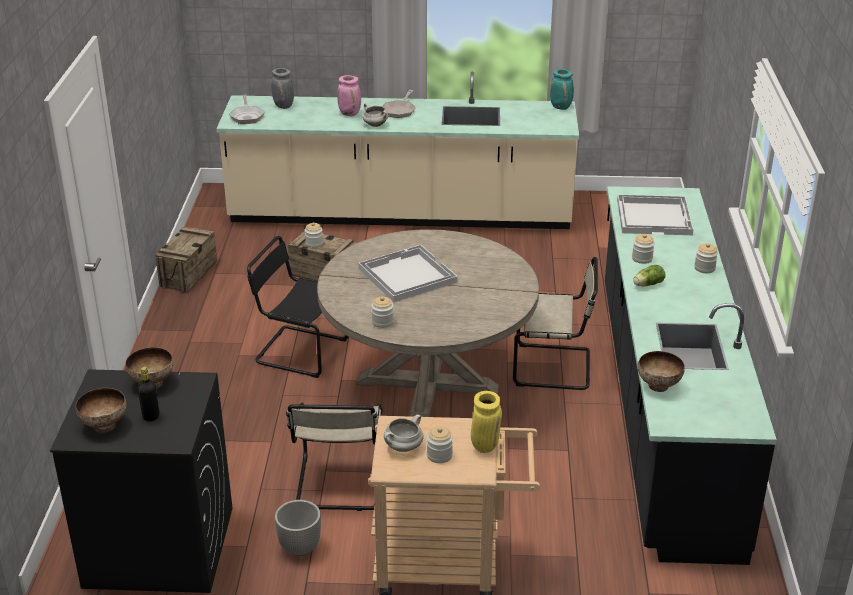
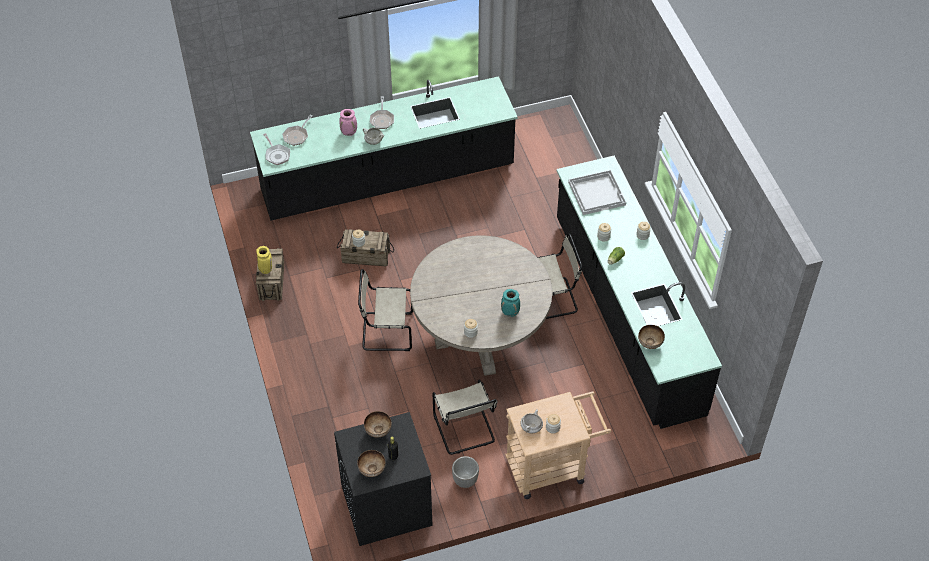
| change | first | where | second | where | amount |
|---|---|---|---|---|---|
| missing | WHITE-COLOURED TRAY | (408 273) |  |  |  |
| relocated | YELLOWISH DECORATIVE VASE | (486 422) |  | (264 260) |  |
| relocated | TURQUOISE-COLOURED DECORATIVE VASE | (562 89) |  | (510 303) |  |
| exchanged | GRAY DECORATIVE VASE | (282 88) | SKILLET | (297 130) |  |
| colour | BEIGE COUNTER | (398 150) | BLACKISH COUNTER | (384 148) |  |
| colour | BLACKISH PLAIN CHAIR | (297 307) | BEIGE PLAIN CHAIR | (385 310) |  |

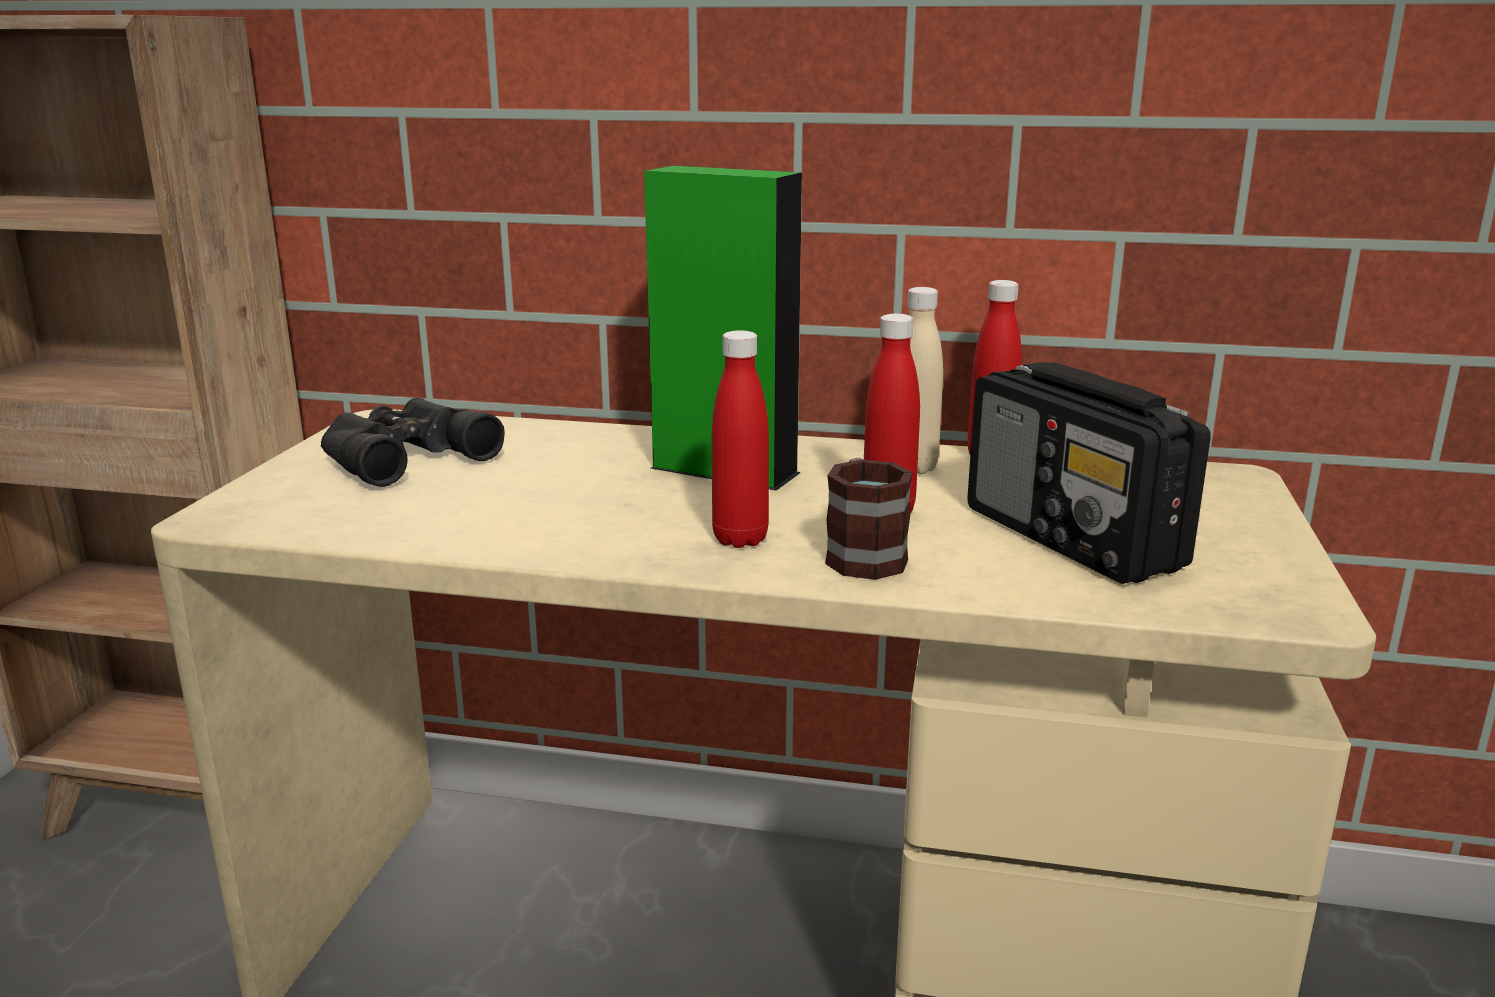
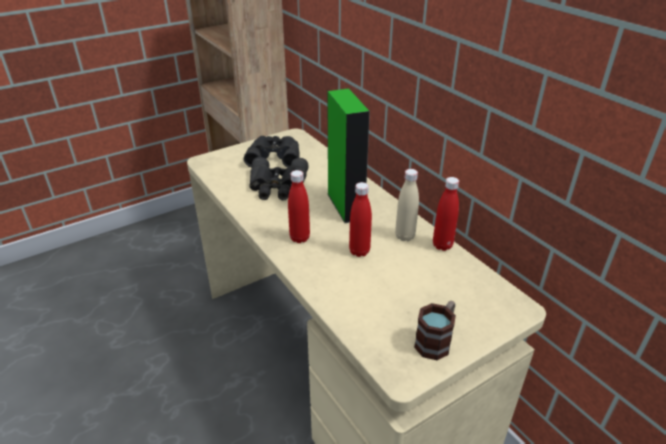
| change | first | where | second | where | amount |
|---|---|---|---|---|---|
| missing | RADIO SET | (1089 473) |  |  |  |
| appeared |  |  | BLACKISH FIELD GLASSES | (278 178) |  |
| relocated | TEA MUG | (869 519) |  | (435 330) |  |

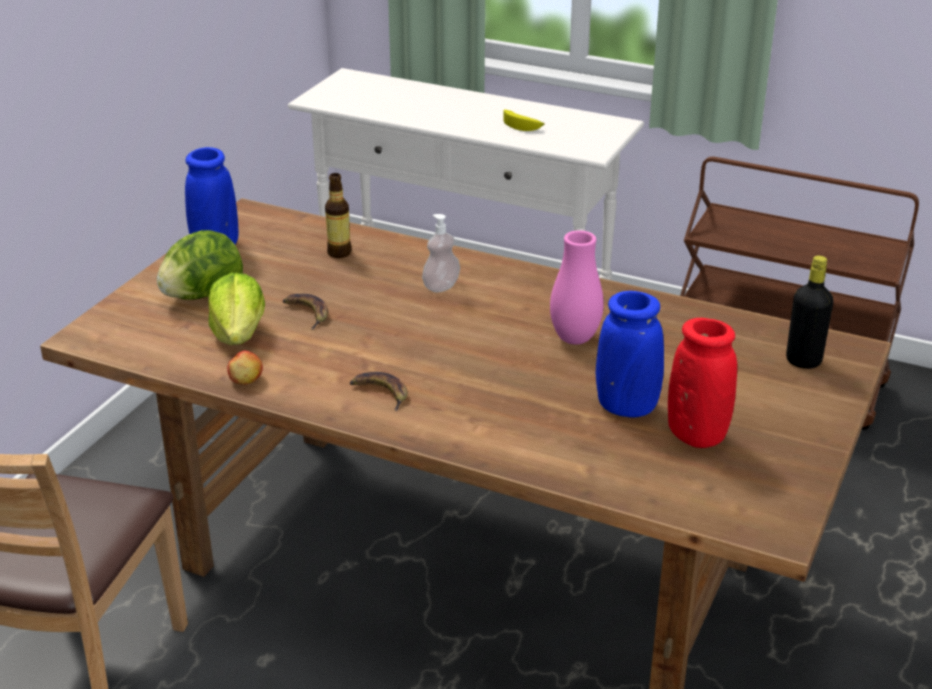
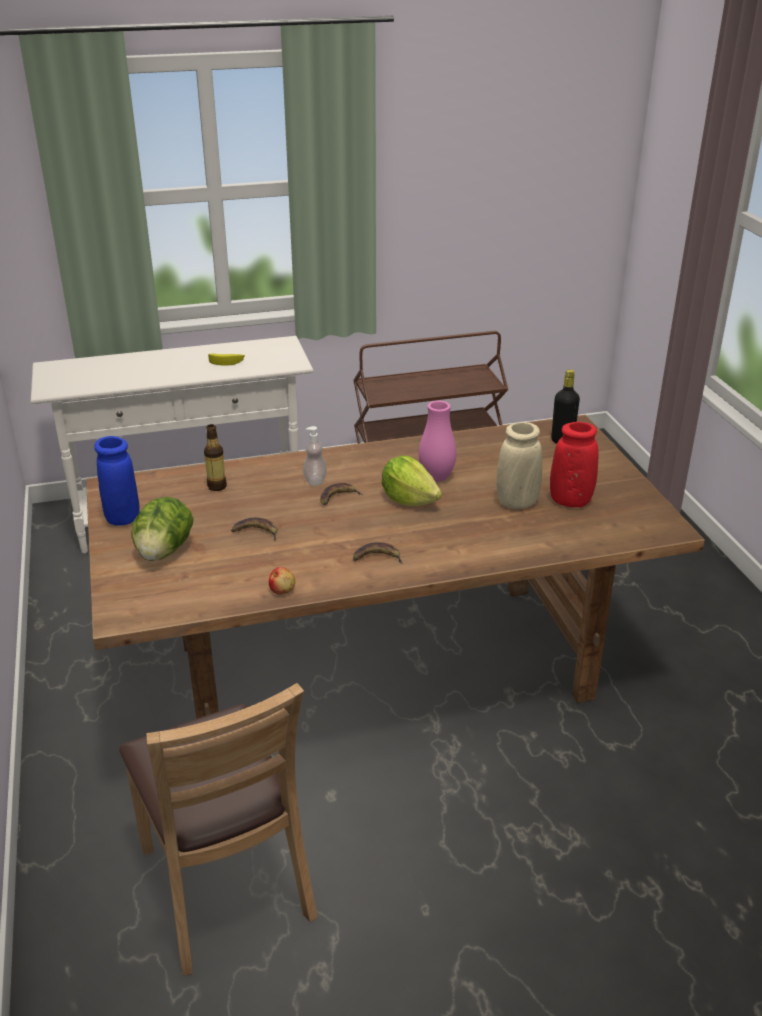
| change | first | where | second | where | amount |
|---|---|---|---|---|---|
| appeared |  |  | BANANA | (341 494) |  |
| relocated | LETTUCE HEAD | (236 309) |  | (412 480) |  |
| colour | BLUE DECORATIVE VASE | (630 354) | BEIGE DECORATIVE VASE | (519 465) |  |

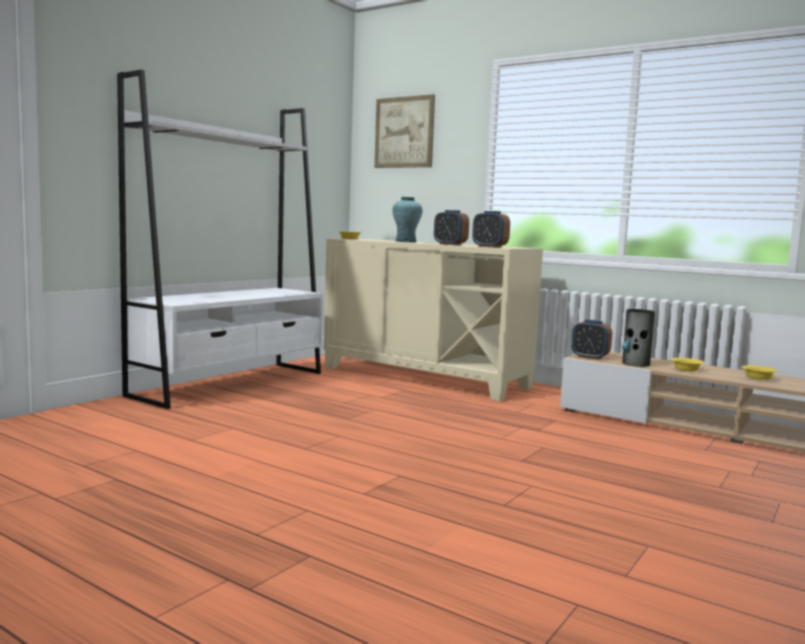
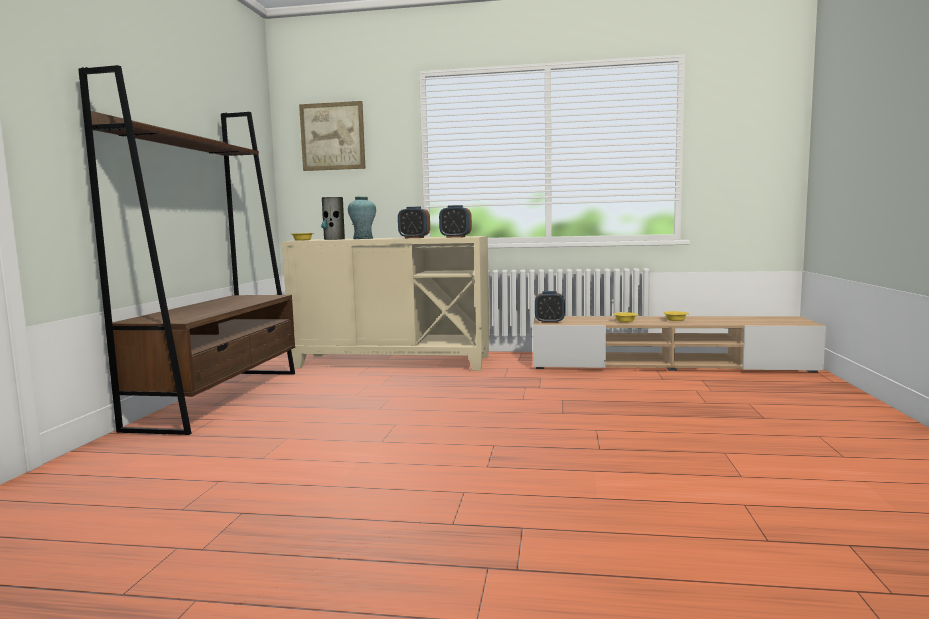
| change | first | where | second | where | amount |
|---|---|---|---|---|---|
| relocated | DECORATIVE VASE | (638 338) |  | (333 218) |  |
| colour | WHITE-COLOURED BOOKCASE | (220 239) | BROWNISH BOOKCASE | (186 250) |  |

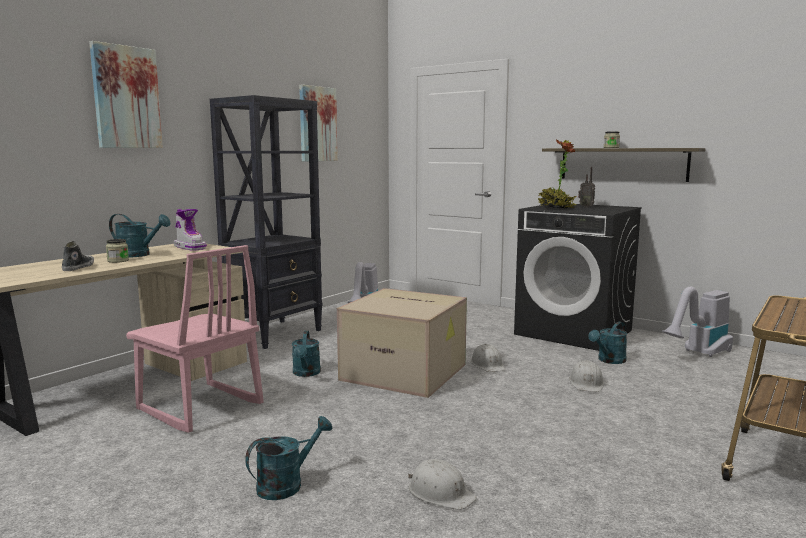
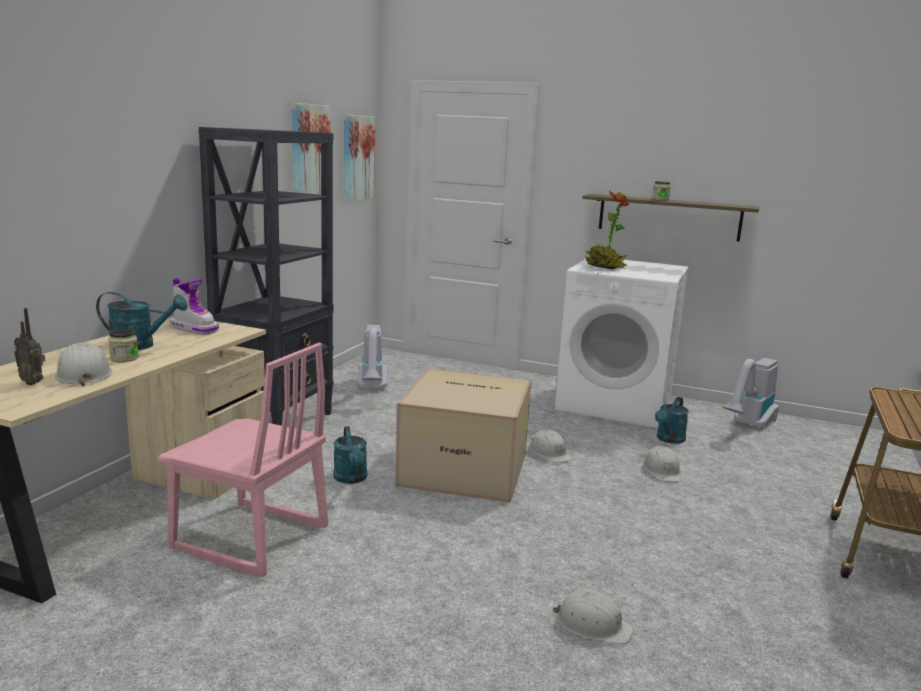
| change | first | where | second | where | amount |
|---|---|---|---|---|---|
| missing | TURQUOISE-COLOURED WATERING CAN | (288 458) |  |  |  |
| relocated | WALL PICTURE | (126 94) |  | (359 158) |  |
| relocated | RADIO SET | (586 187) |  | (29 346) |  |
| exchanged | ITEM OF FOOTWEAR | (78 256) | WHITE-COLOURED SAFETY HELMET | (83 364) |  |
| colour | BLACKISH WASHING MACHINE | (578 277) | WHITE-COLOURED WASHING MACHINE | (622 342) |  |

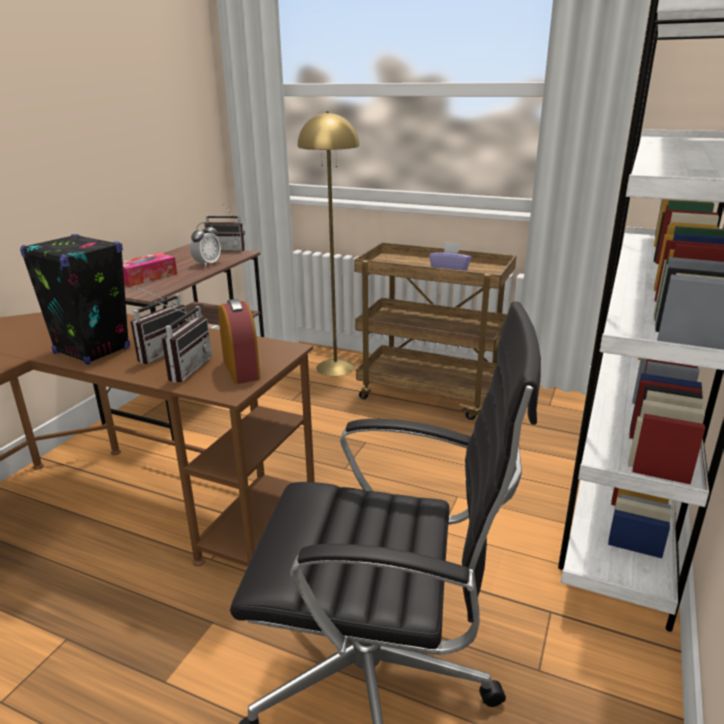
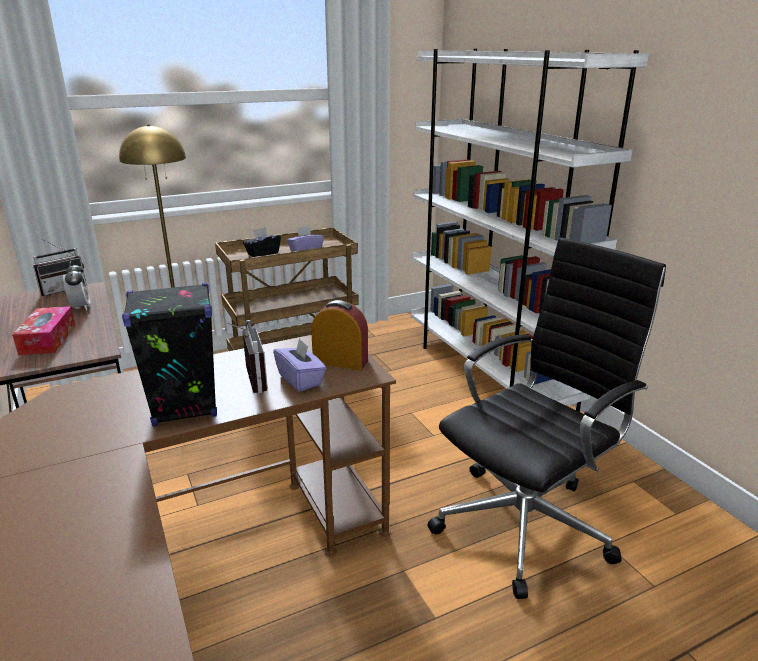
| change | first | where | second | where | amount |
|---|---|---|---|---|---|
| appeared |  |  | BLACKISH TISSUE BOX | (262 242) |  |
| exchanged | RADIO SET | (183 342) | PURPLE-COLOURED TISSUE BOX | (299 365) |  |

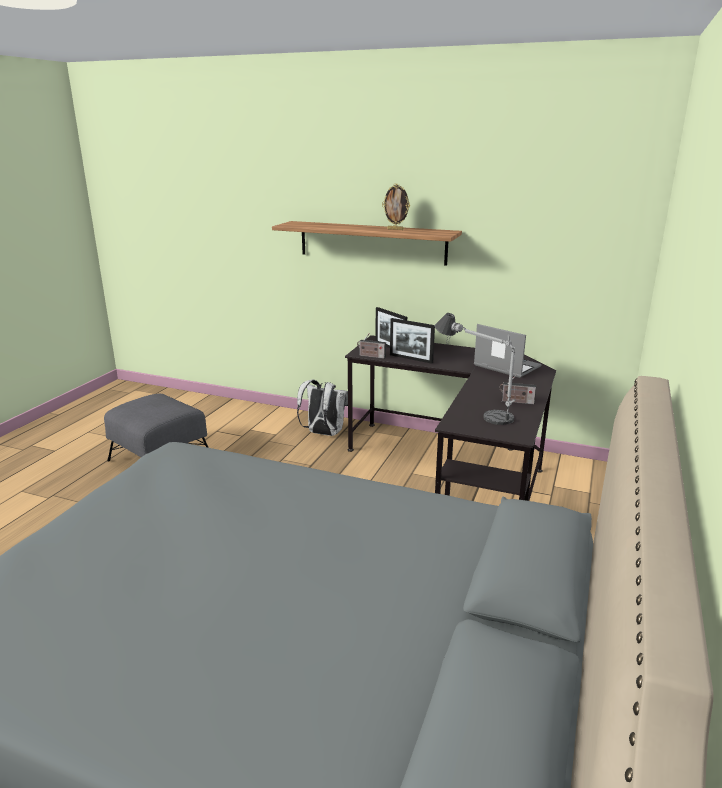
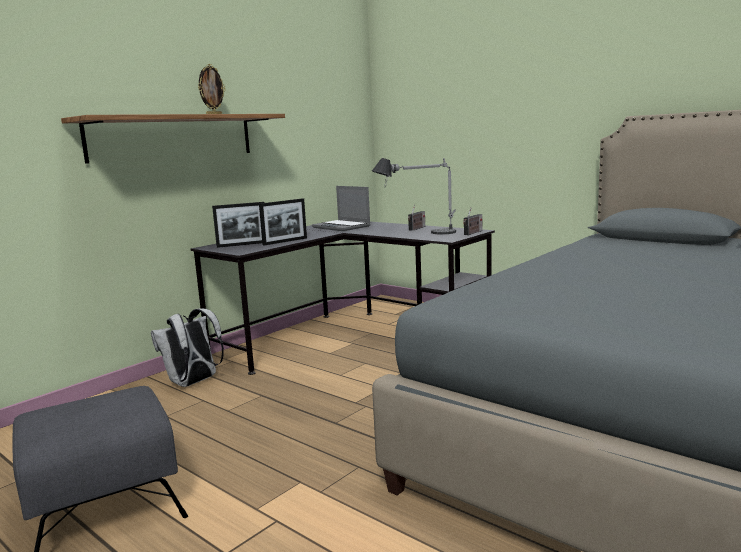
| change | first | where | second | where | amount |
|---|---|---|---|---|---|
| relocated | RADIO SET | (371 346) |  | (472 221) |  |
| spun | PORTABLE COMPUTER | (507 351) |  | (341 208) | 105 degrees counterclockwise |

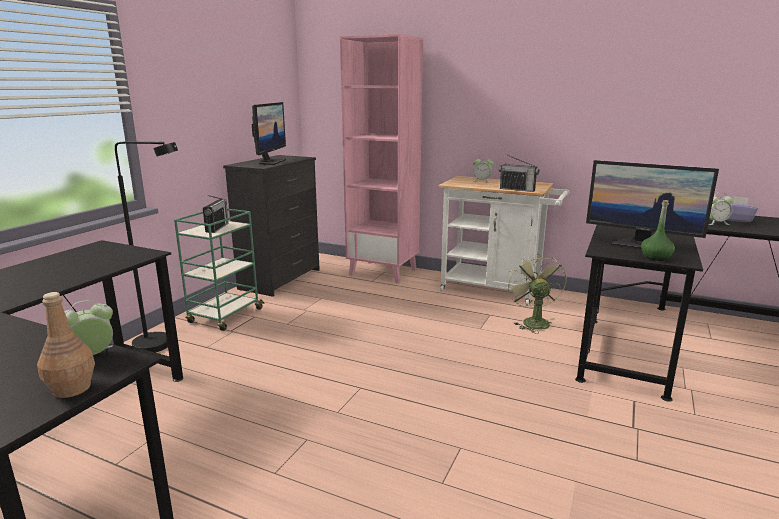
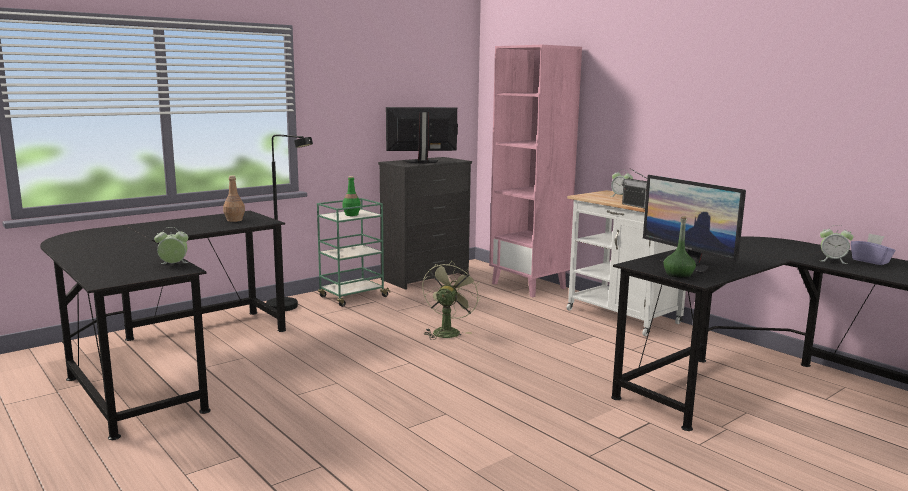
| change | first | where | second | where | amount |
|---|---|---|---|---|---|
| relocated | BROWNISH DRINK BOTTLE | (66 345) |  | (234 199) |  |
| relocated | GREENISH COOLING FAN | (537 293) |  | (451 300) |  |
| exchanged | RADIO SET | (216 214) | GREENISH DRINK BOTTLE | (351 196) |  |
| spun | COMPUTER SCREEN | (269 133) |  | (422 135) | 135 degrees counterclockwise |

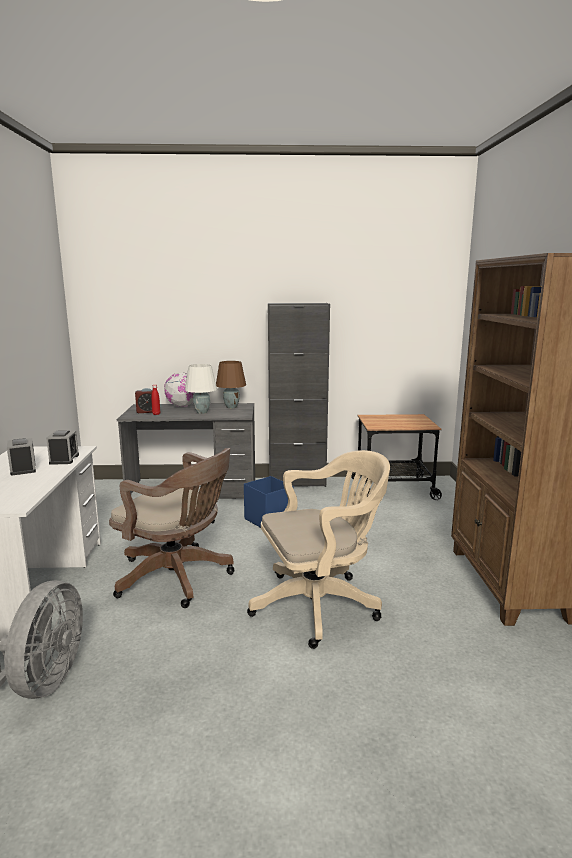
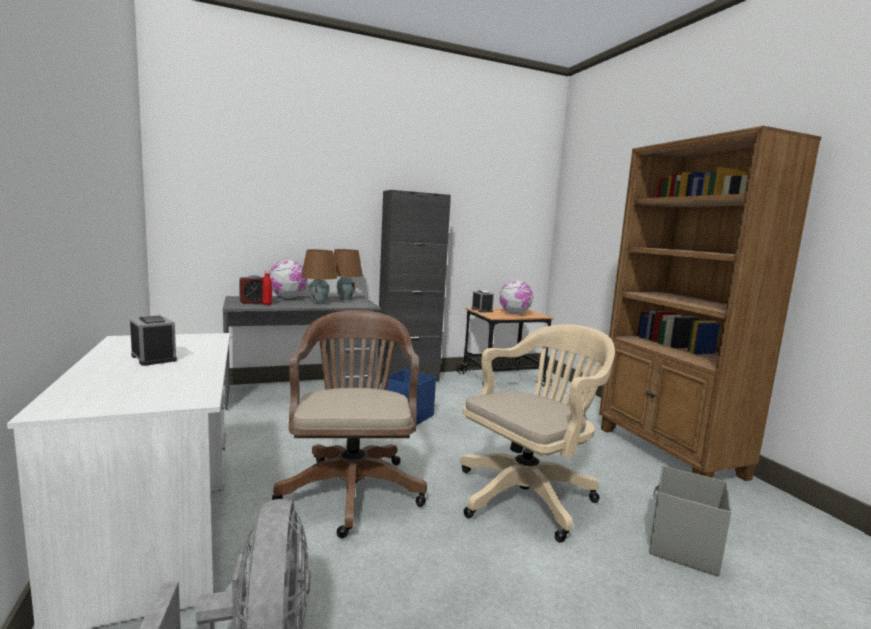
| change | first | where | second | where | amount |
|---|---|---|---|---|---|
| appeared |  |  | DESK GLOBE | (516 297) |  |
| appeared |  |  | GRAY STORAGE BIN | (690 521) |  |
| relocated | ALARM CLOCK | (62 447) |  | (483 301) |  |
| colour | WHITE-COLOURED TABLETOP LAMP | (201 389) | BROWNISH TABLETOP LAMP | (319 277) |  |
| spun | BROWNISH DESK CHAIR | (172 528) |  | (349 424) | 105 degrees counterclockwise |

